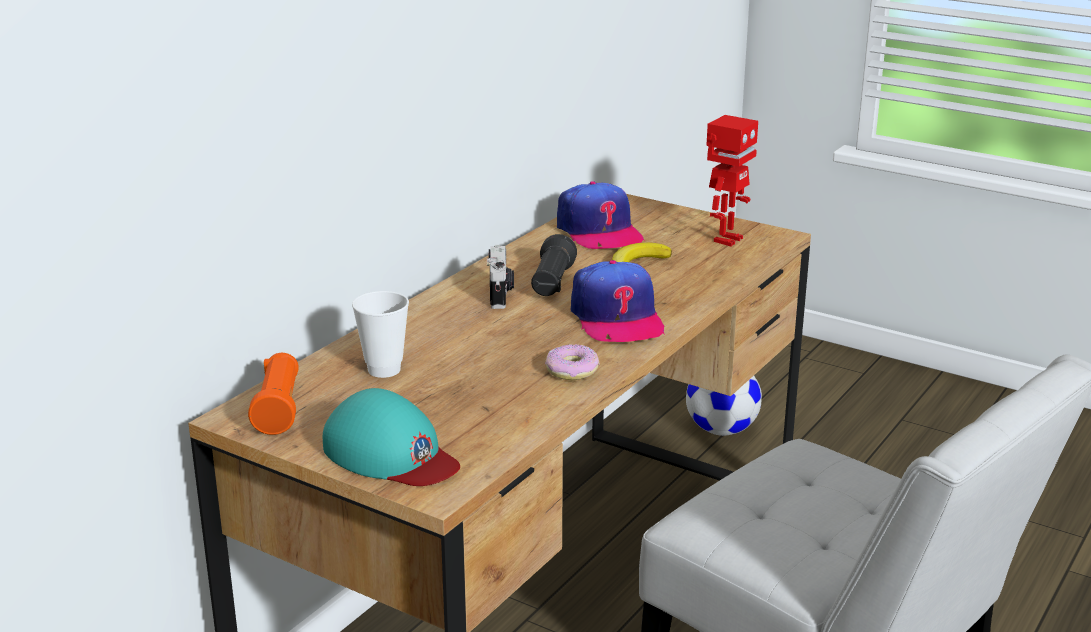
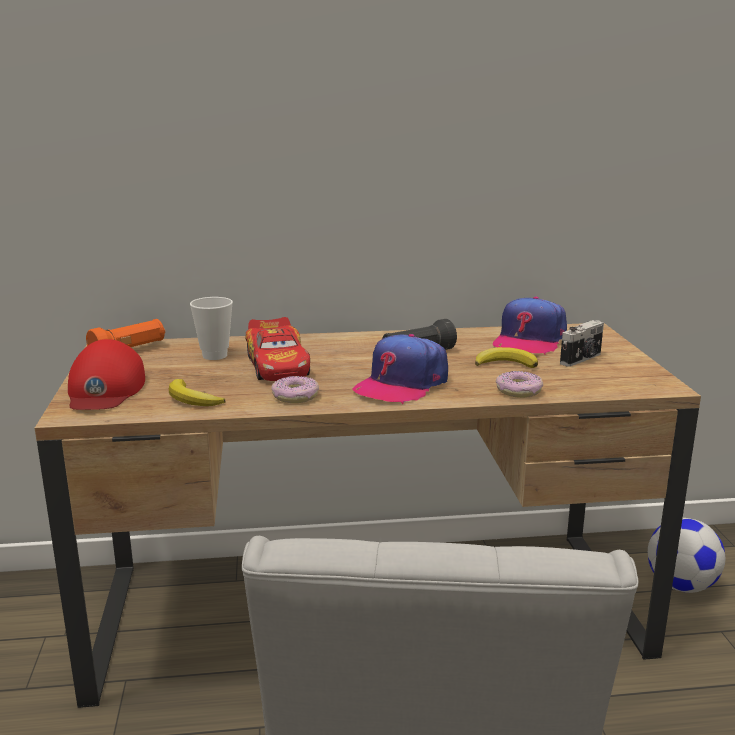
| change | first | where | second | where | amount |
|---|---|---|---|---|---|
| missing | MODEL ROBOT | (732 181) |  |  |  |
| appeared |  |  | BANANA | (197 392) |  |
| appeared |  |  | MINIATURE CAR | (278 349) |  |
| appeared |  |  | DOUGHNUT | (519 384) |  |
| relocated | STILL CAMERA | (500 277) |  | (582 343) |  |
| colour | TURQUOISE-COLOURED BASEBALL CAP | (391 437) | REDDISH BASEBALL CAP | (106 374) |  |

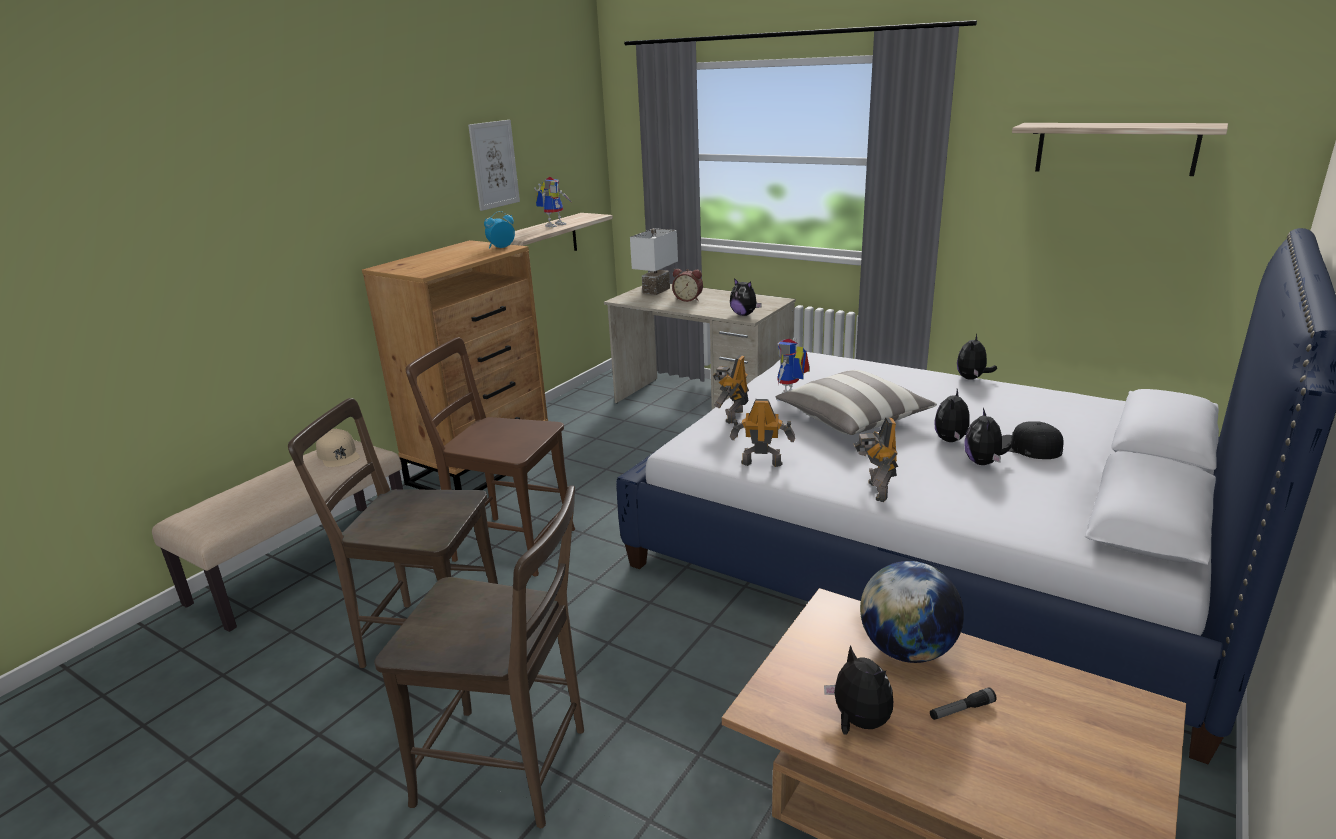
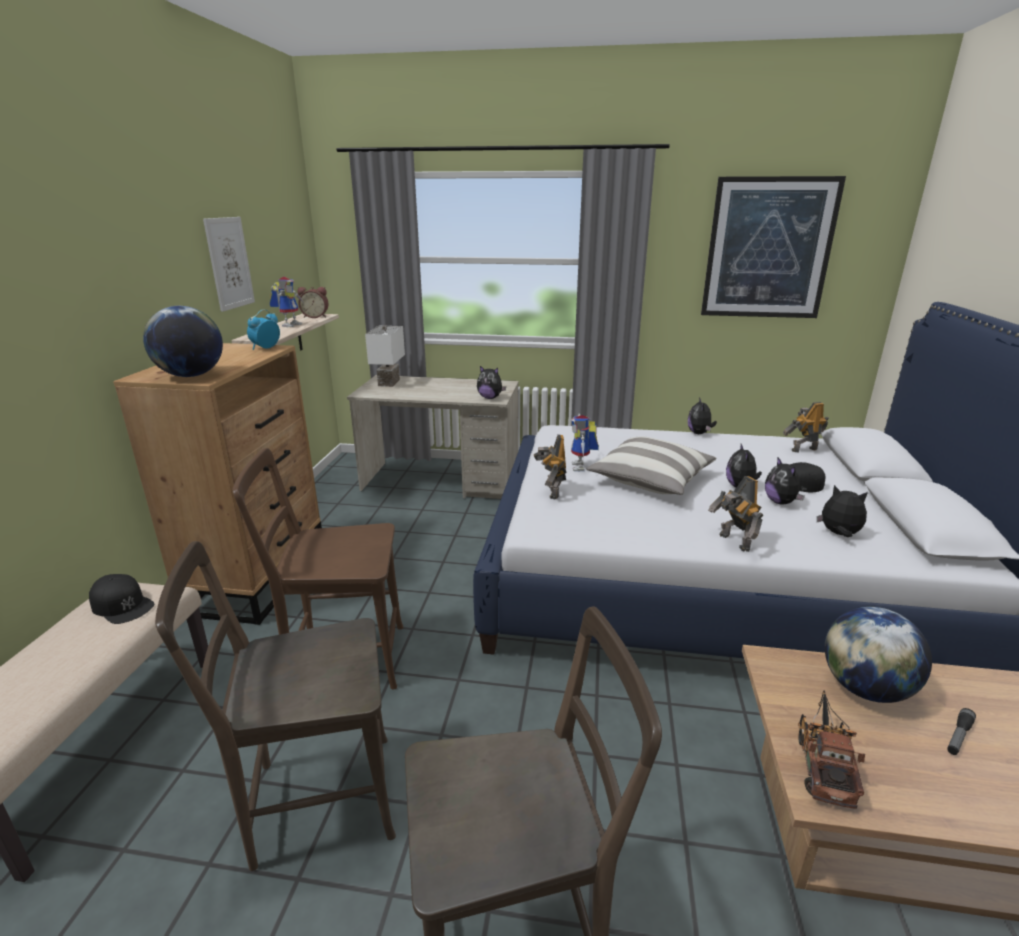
| change | first | where | second | where | amount |
|---|---|---|---|---|---|
| appeared |  |  | DESK GLOBE | (183 341) |  |
| appeared |  |  | TOY LORRY | (831 749) |  |
| relocated | ALARM CLOCK | (687 285) |  | (313 302) |  |
| relocated | MODEL ROBOT | (762 433) |  | (806 427) |  |
| relocated | CUDDLY TOY | (858 690) |  | (842 511) |  |
| exchanged | WALL SHELF | (1120 149) | WALL PICTURE | (773 247) |  |
| colour | BEIGE BASEBALL CAP | (338 448) | BLACKISH BASEBALL CAP | (121 599) |  |

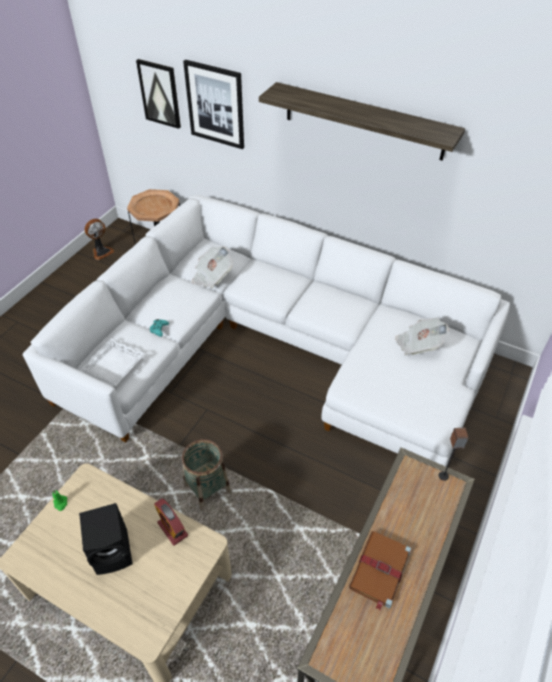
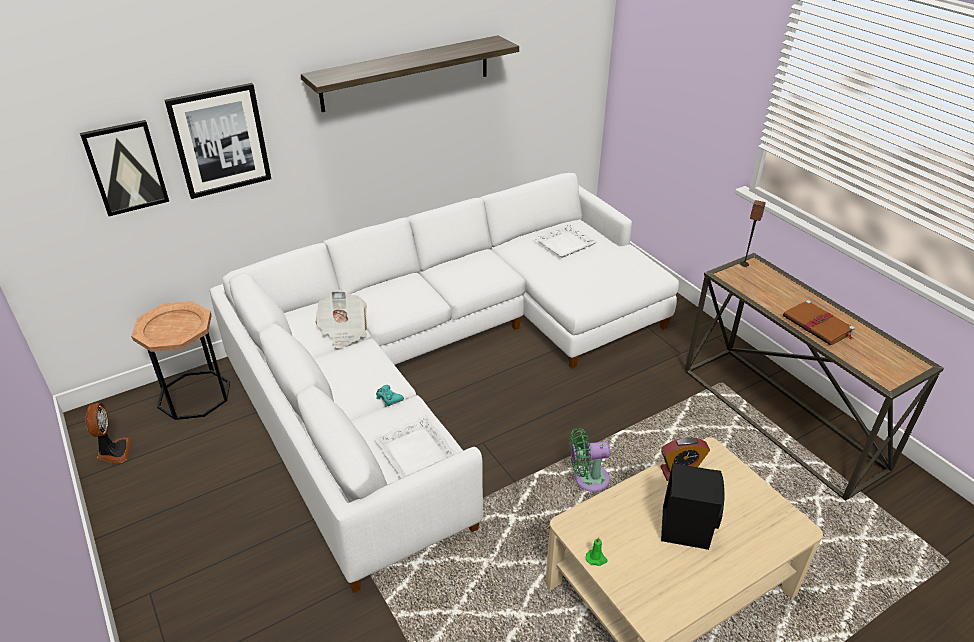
| change | first | where | second | where | amount |
|---|---|---|---|---|---|
| exchanged | BASKET | (206 474) | GREENISH COOLING FAN | (590 460) |  |
| exchanged | DAILY PAPER | (422 336) | WHITE-COLOURED TRAY | (565 240) |  |

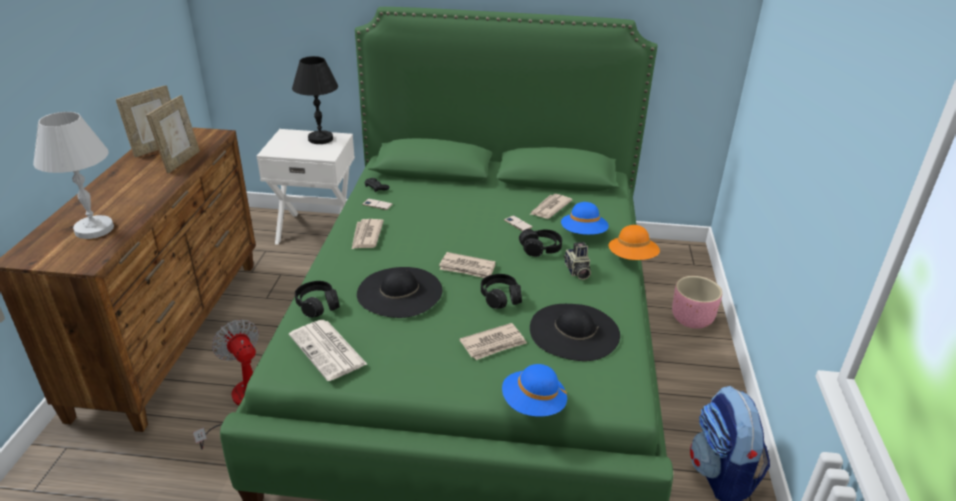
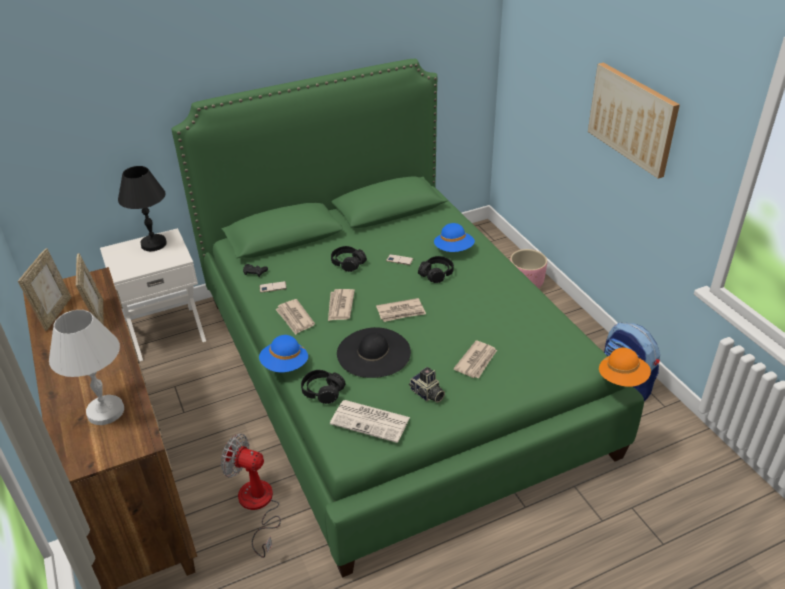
| change | first | where | second | where | amount |
|---|---|---|---|---|---|
| missing | BLACKISH HAT | (575 332) |  |  |  |
| appeared |  |  | WALL PICTURE | (634 121) |  |
| relocated | BLACKISH HEADPHONES | (501 291) |  | (349 259) |  |
| relocated | BLUE HAT | (534 390) |  | (283 353) |  |
| relocated | DAILY PAPER | (551 206) |  | (341 305) |  |
| relocated | STILL CAMERA | (577 261) |  | (427 385) |  |
| relocated | ORANGE HAT | (634 242) |  | (625 367) |  |

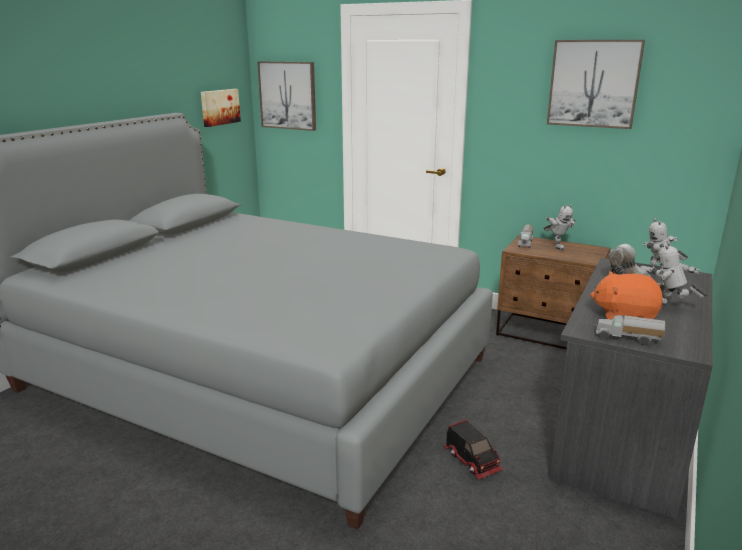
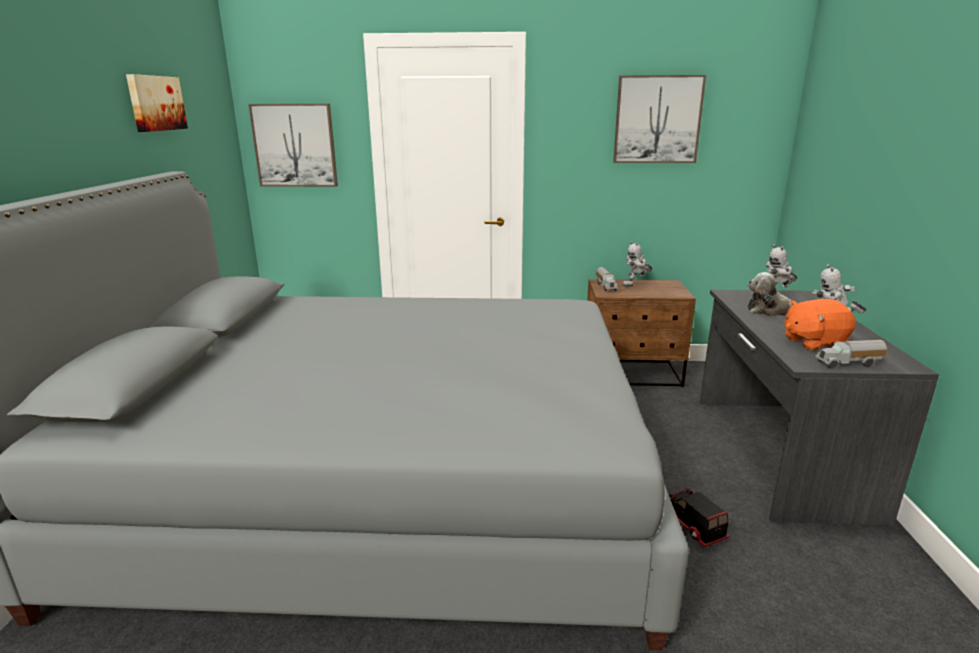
| change | first | where | second | where | amount |
|---|---|---|---|---|---|
| relocated | WALL PICTURE | (221 108) |  | (157 103) |  |
| spun | TOY LORRY | (473 449) |  | (698 517) | 150 degrees counterclockwise |
| spun | MODEL ROBOT | (560 227) |  | (638 263) | 105 degrees clockwise |

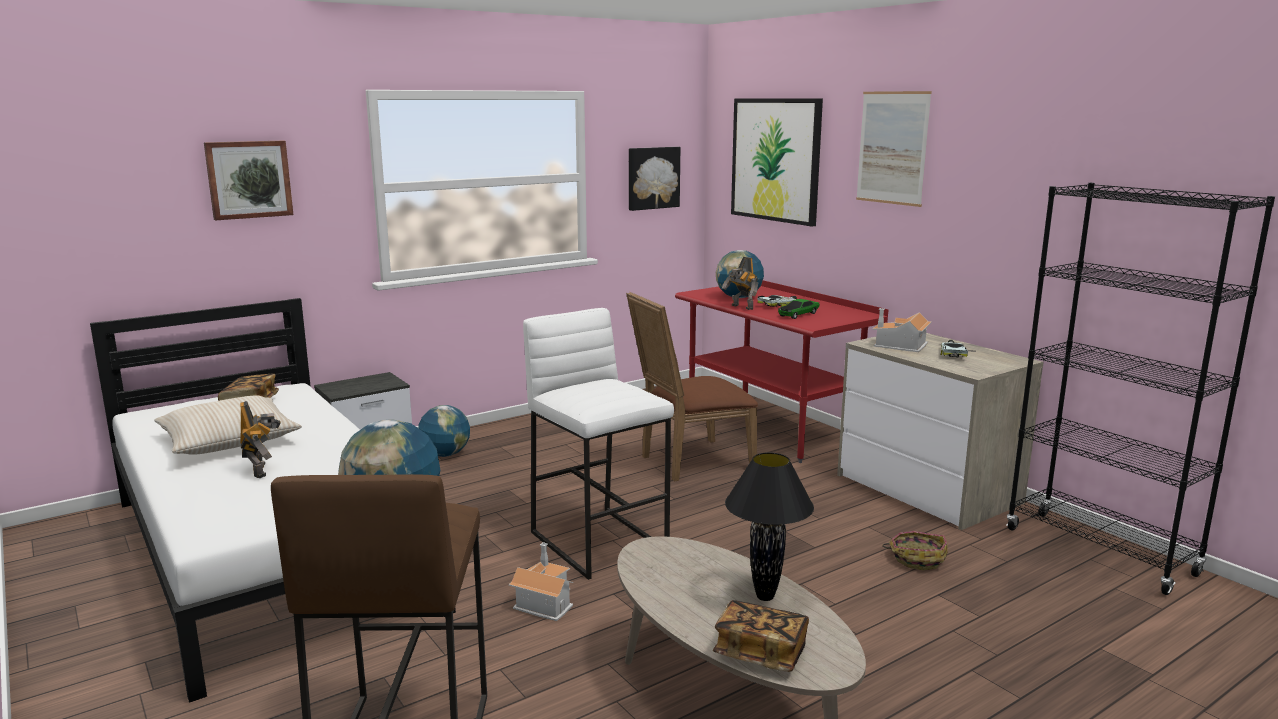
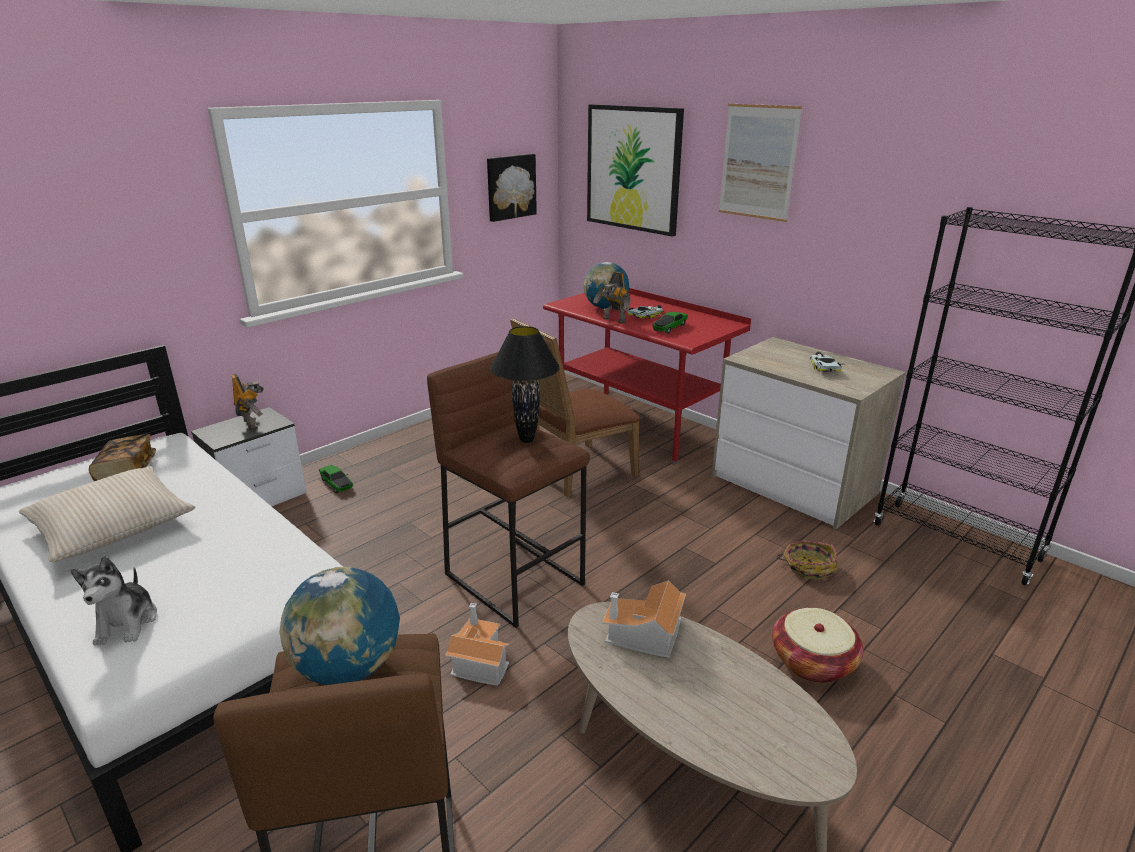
| change | first | where | second | where | amount |
|---|---|---|---|---|---|
| missing | WALL PICTURE | (248 180) |  |  |  |
| missing | VOLUME | (761 636) |  |  |  |
| appeared |  |  | CUDDLY TOY | (113 600) |  |
| appeared |  |  | BASKET | (818 645) |  |
| relocated | MODEL ROBOT | (260 439) |  | (247 402) |  |
| relocated | BLACKISH TABLETOP LAMP | (769 526) |  | (525 384) |  |
| relocated | MINIATURE HOUSE | (902 330) |  | (644 619) |  |
| exchanged | DESK GLOBE | (444 431) | MINIATURE CAR | (336 479) |  |
| colour | WHITE-COLOURED SITTING STOOL | (598 444) | BROWNISH SITTING STOOL | (508 490) |  |

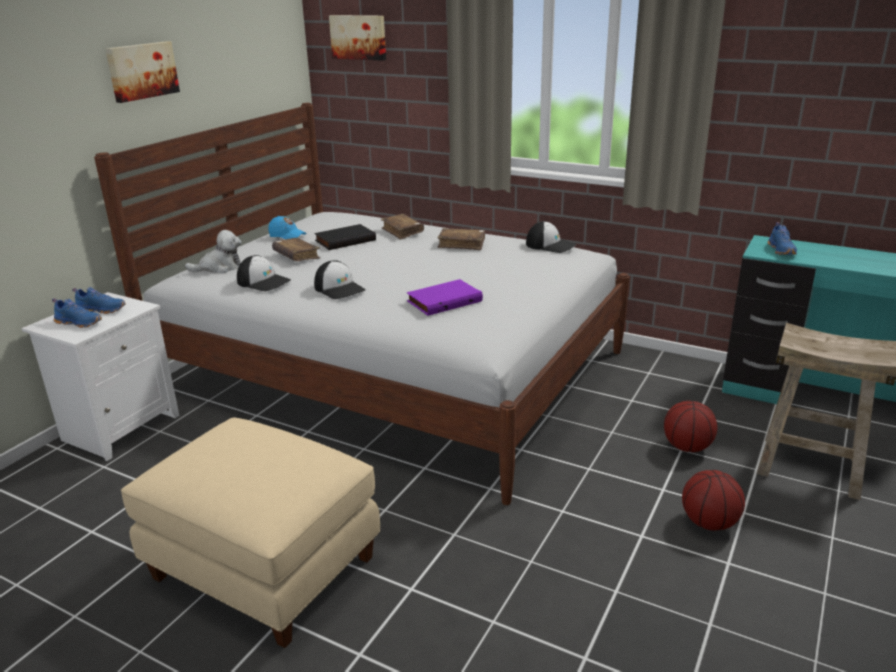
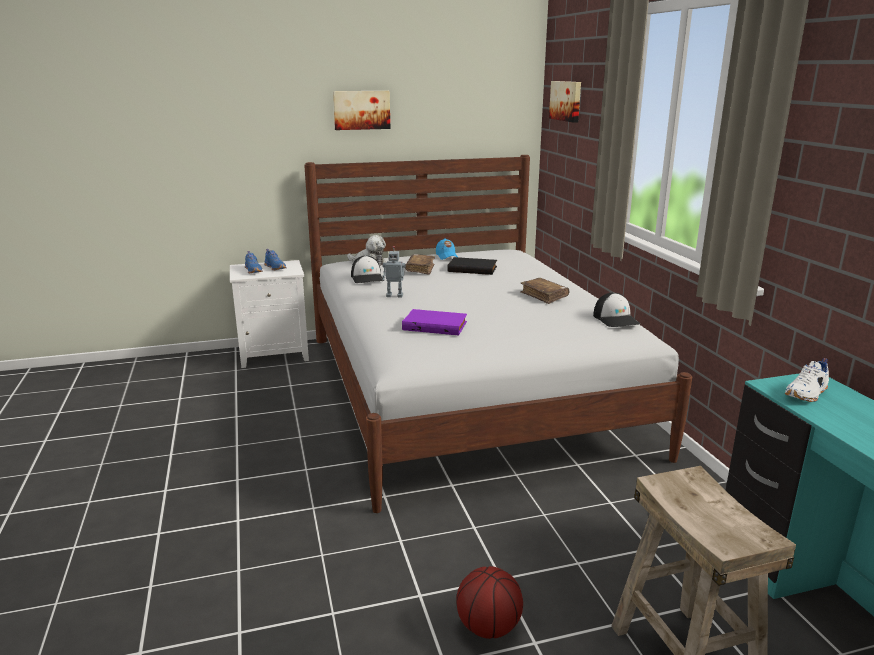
| change | first | where | second | where | amount |
|---|---|---|---|---|---|
| missing | BEIGE POUFFE | (250 532) |  |  |  |
| missing | BROWNISH VOLUME | (402 227) |  |  |  |
| missing | BASKETBALL BALL | (690 426) |  |  |  |
| exchanged | BASEBALL CAP | (340 279) | MODEL ROBOT | (394 272) |  |
| colour | BLUE ITEM OF FOOTWEAR | (782 238) | WHITE-COLOURED ITEM OF FOOTWEAR | (807 380) |  |

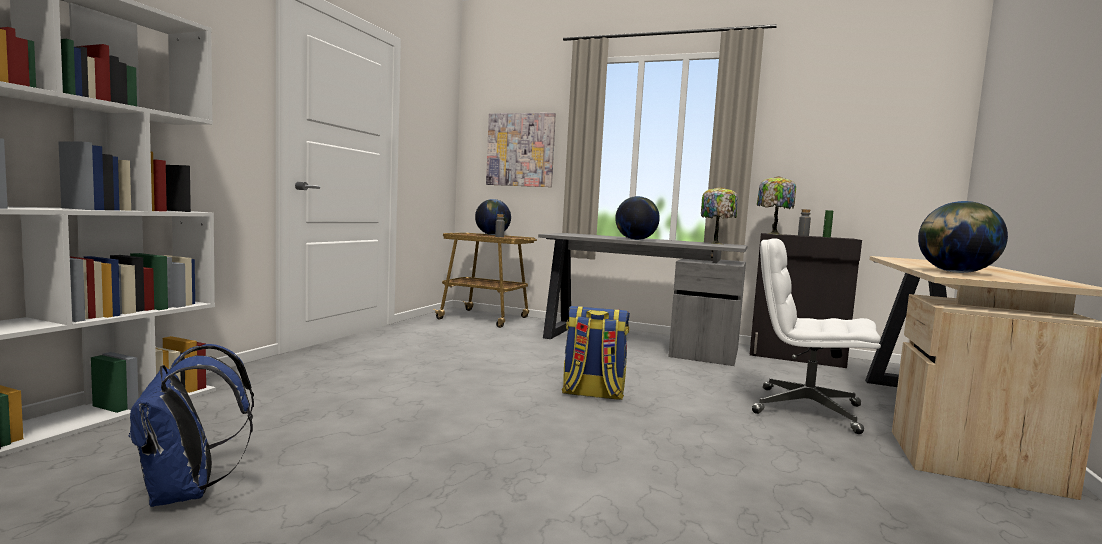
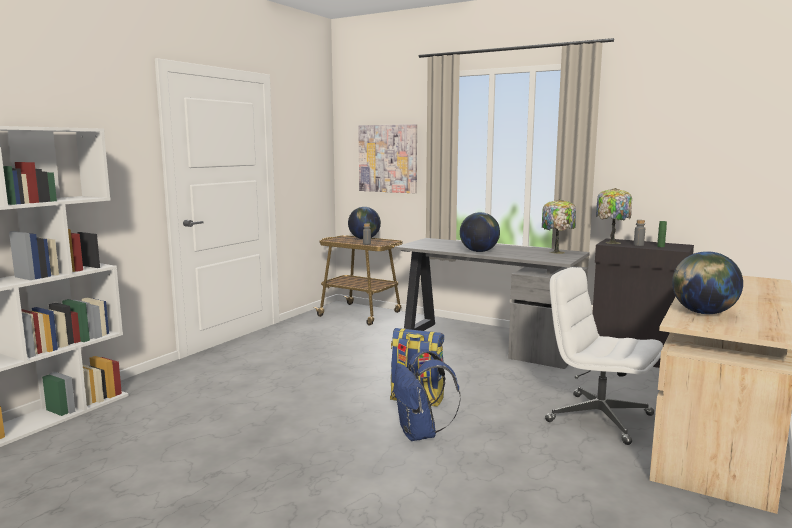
| change | first | where | second | where | amount |
|---|---|---|---|---|---|
| relocated | BLUE BACKPACK | (191 425) |  | (427 395) |  |

